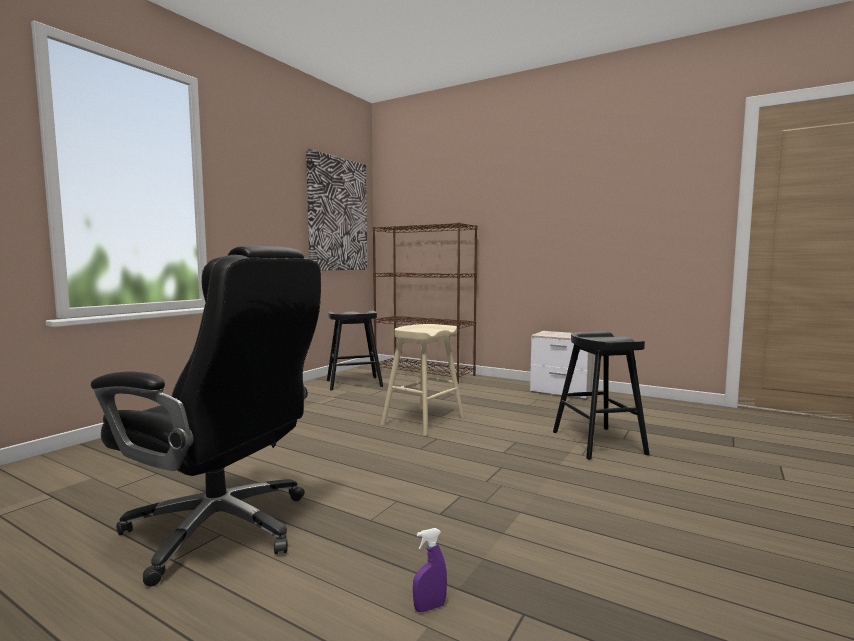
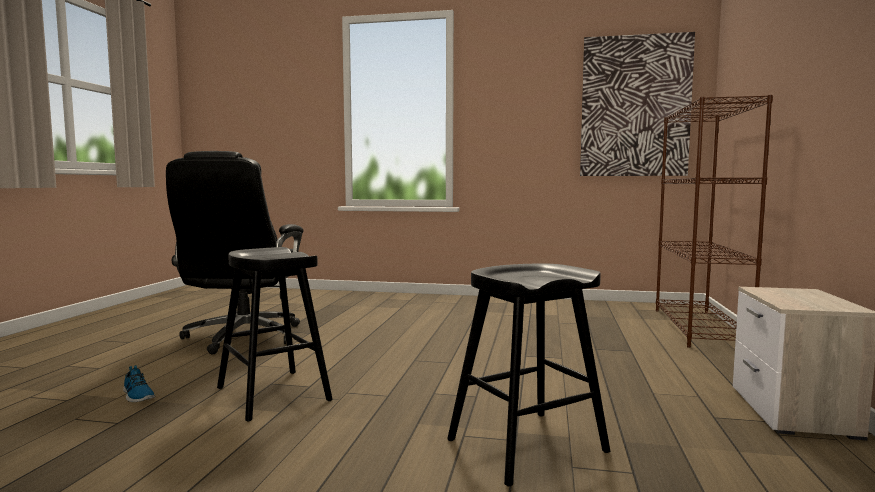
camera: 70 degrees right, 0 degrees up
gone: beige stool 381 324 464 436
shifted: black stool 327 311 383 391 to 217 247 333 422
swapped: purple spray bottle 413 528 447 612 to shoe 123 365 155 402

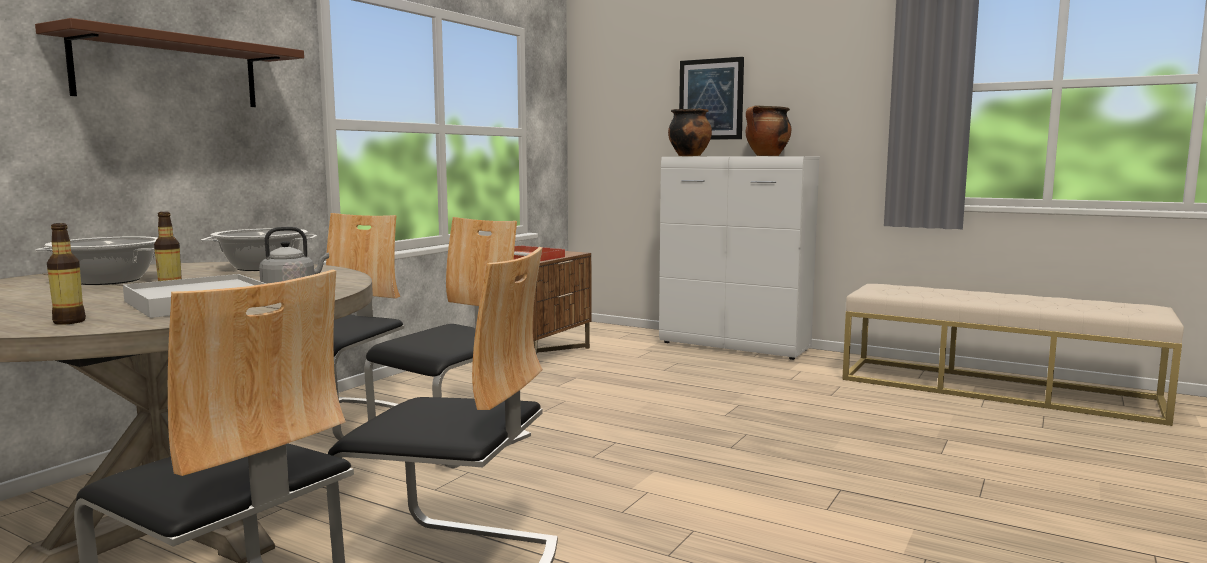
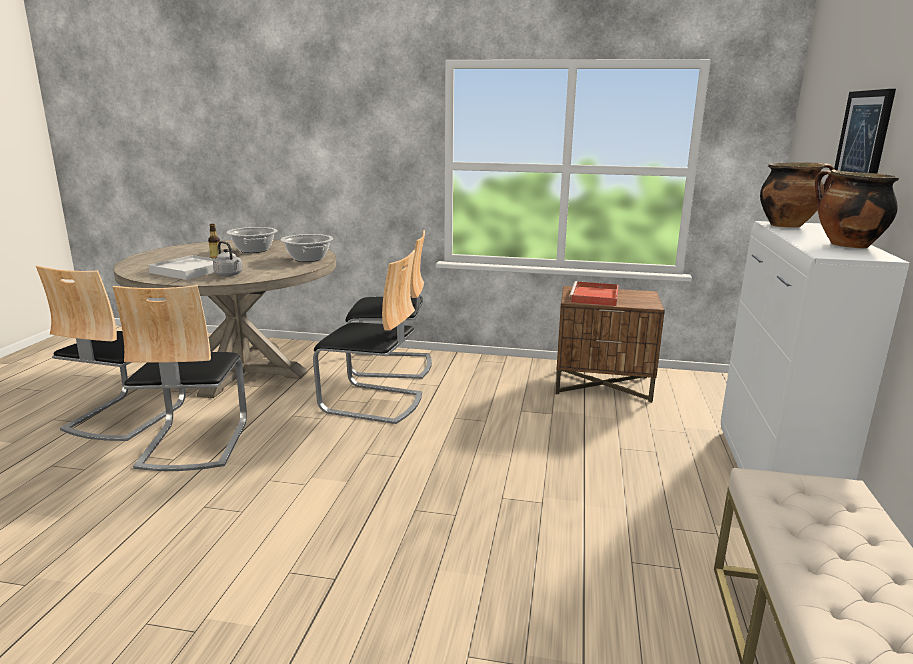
camera: 70 degrees right, 10 degrees up
gone: brown shelf 35 18 304 107; bottle 47 223 86 325

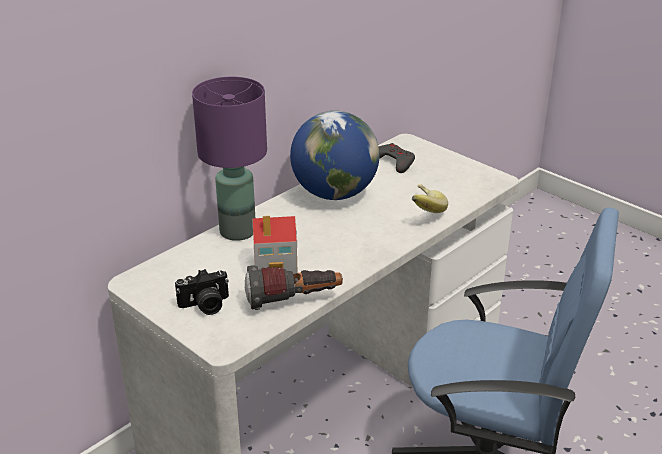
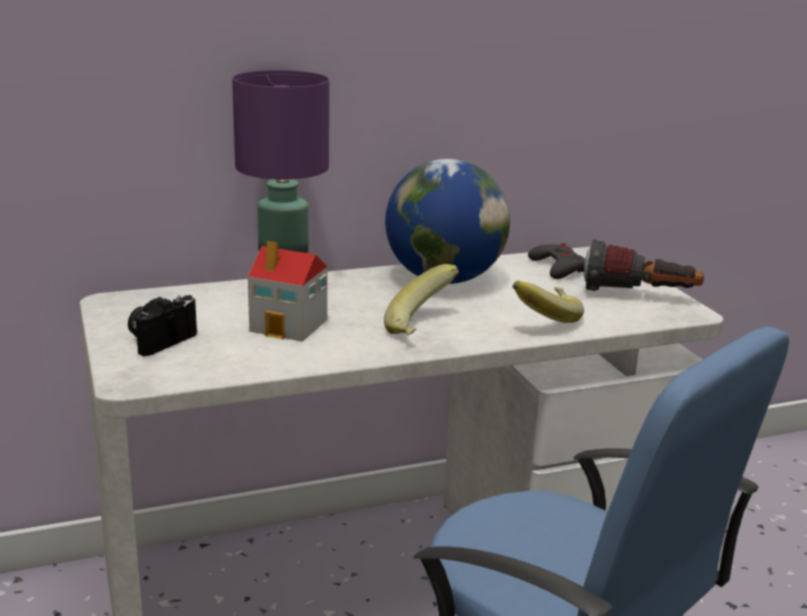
camera: 25 degrees right, 10 degrees down
new: banana 384 264 459 335
shifted: flashlight 245 265 343 310 to 584 239 704 291
rotated: photo camera 175 269 229 315 = 128 295 197 356 120 degrees clockwise

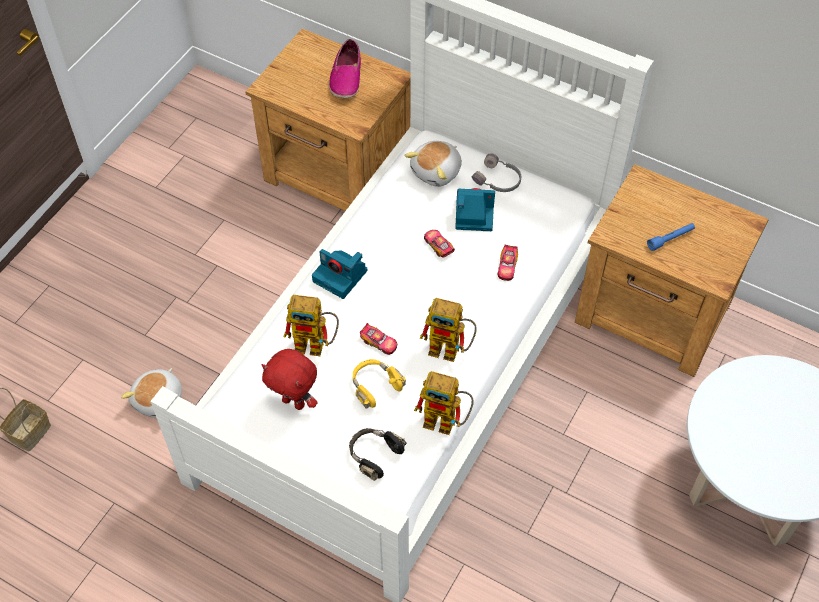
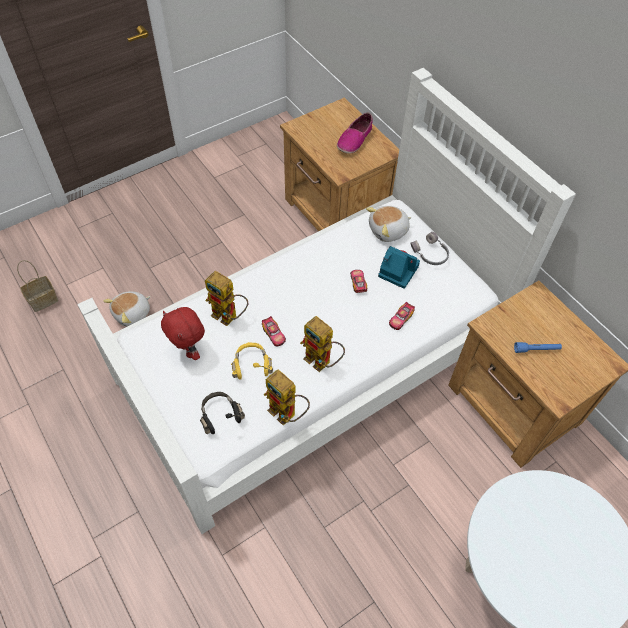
camera: 25 degrees right, 0 degrees up
gone: photo camera 312 249 367 299

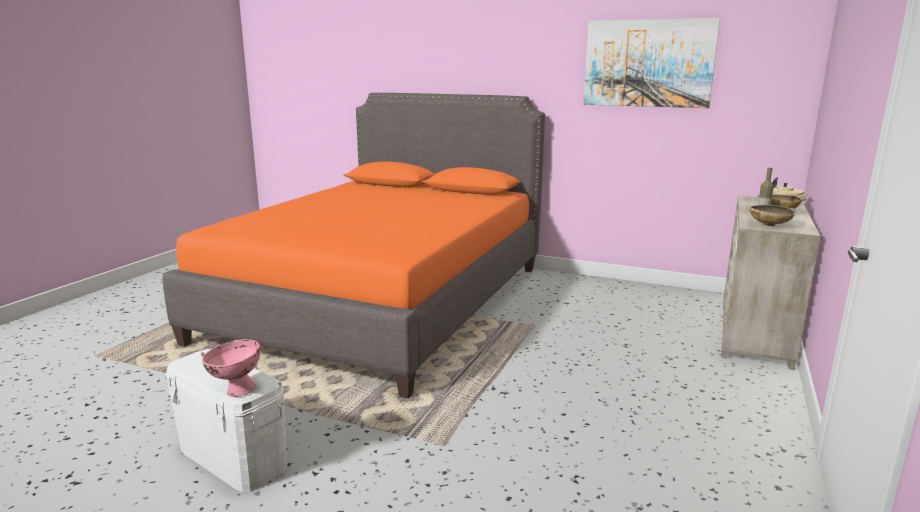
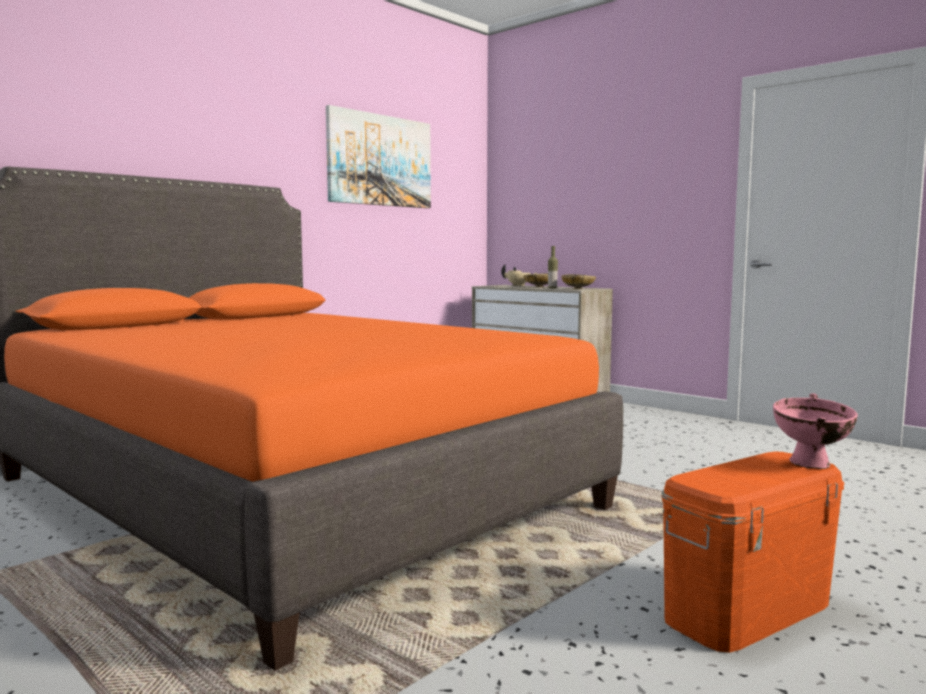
camera: 70 degrees left, 10 degrees down
repainted: white storage box 165 349 287 492 to orange storage box 662 451 844 653

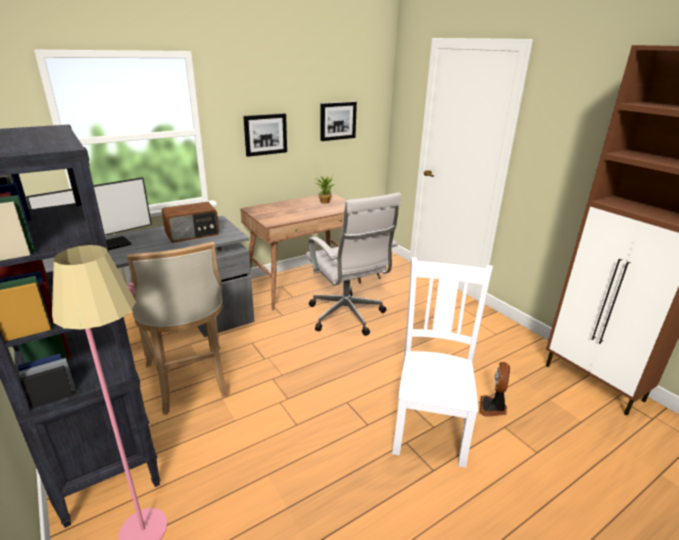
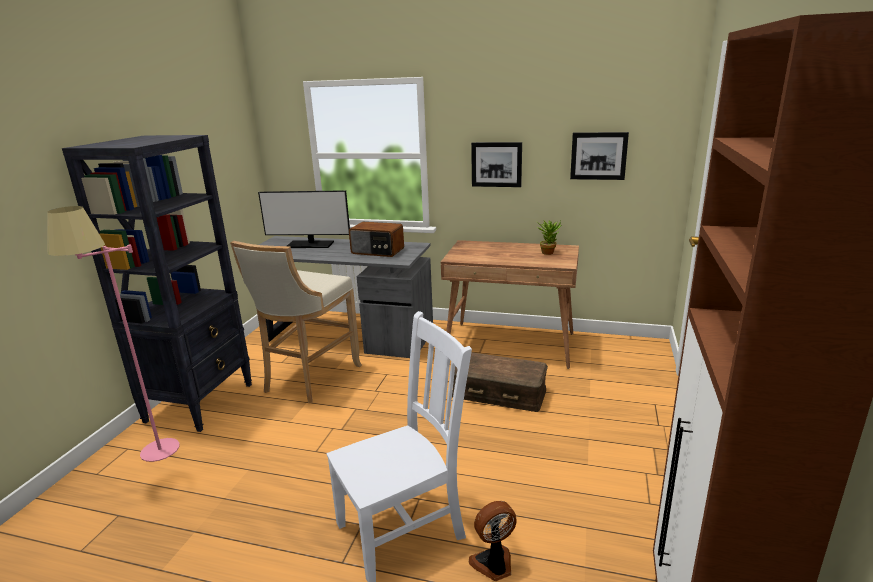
camera: 50 degrees right, 5 degrees down
swapped: white office chair 306 192 401 336 to brown storage box 452 352 548 412

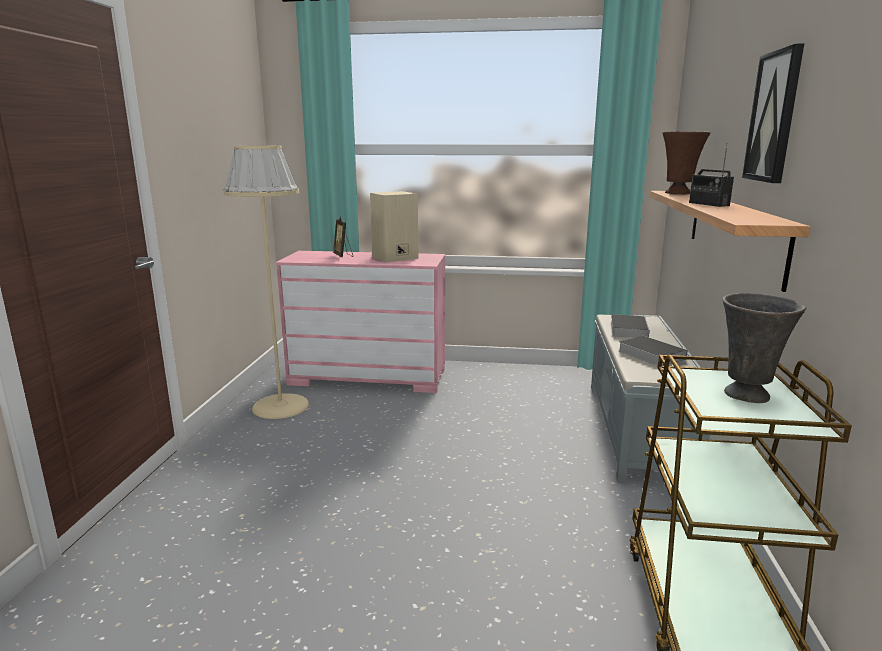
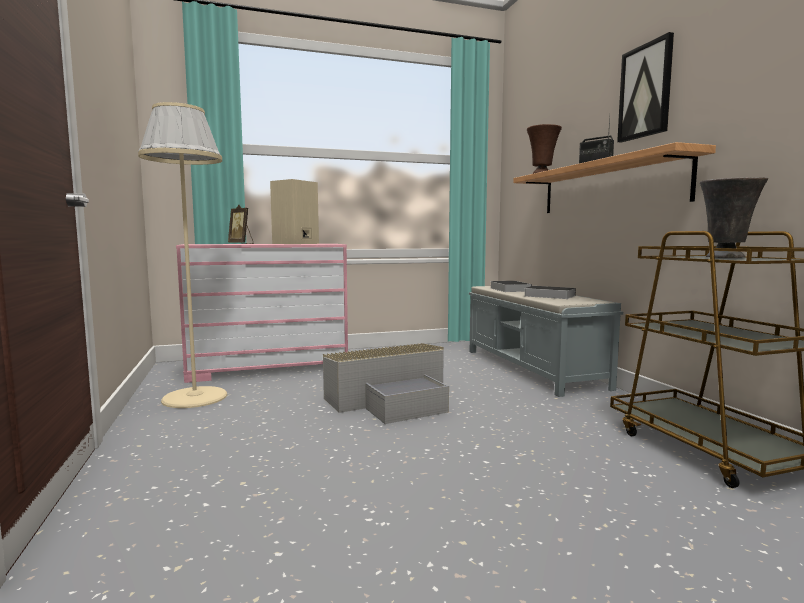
camera: 25 degrees left, 10 degrees down
new: grey storage box 323 343 449 424

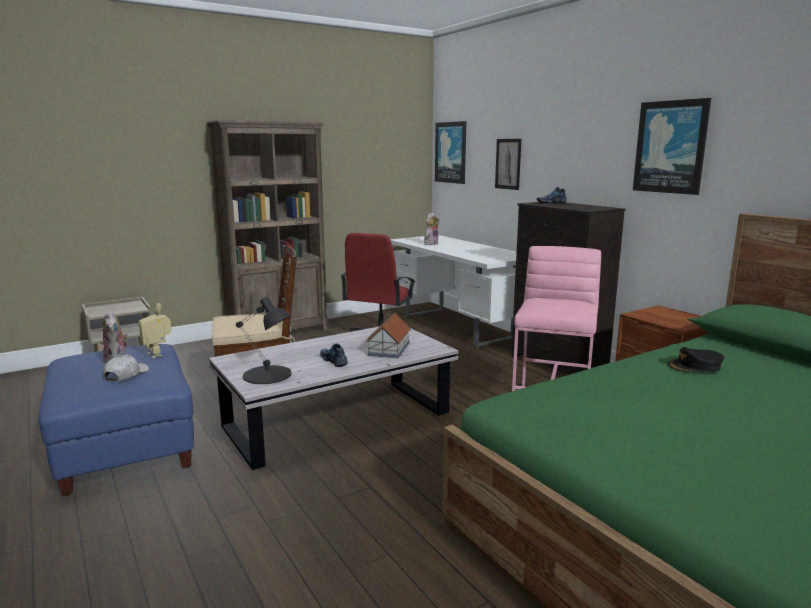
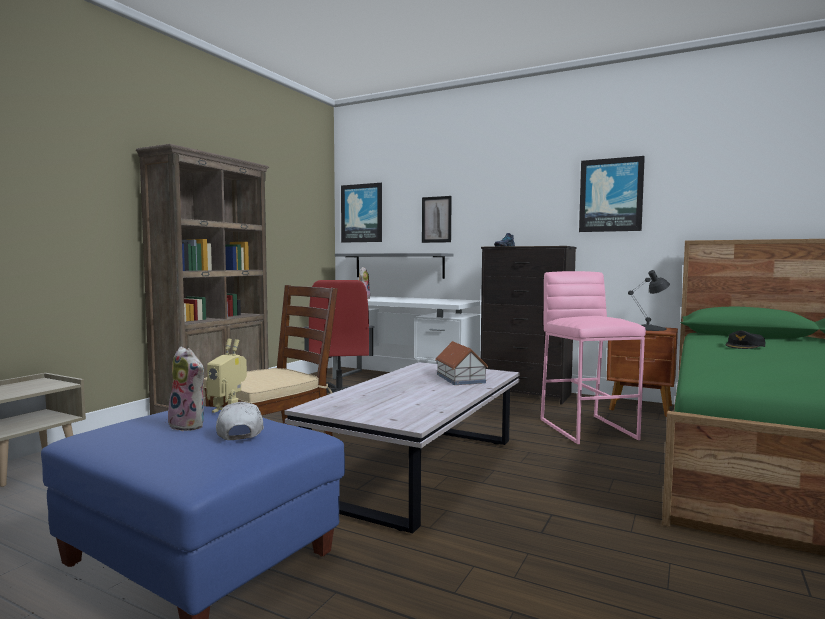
camera: 30 degrees left, 10 degrees down
gone: shoe 320 343 348 367
new: grey shelf 335 253 453 279
shifted: black table lamp 236 297 292 384 to 628 270 670 331

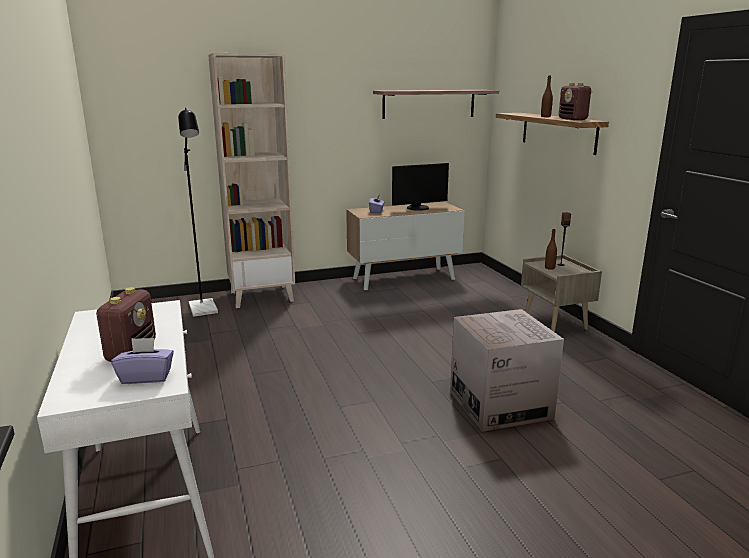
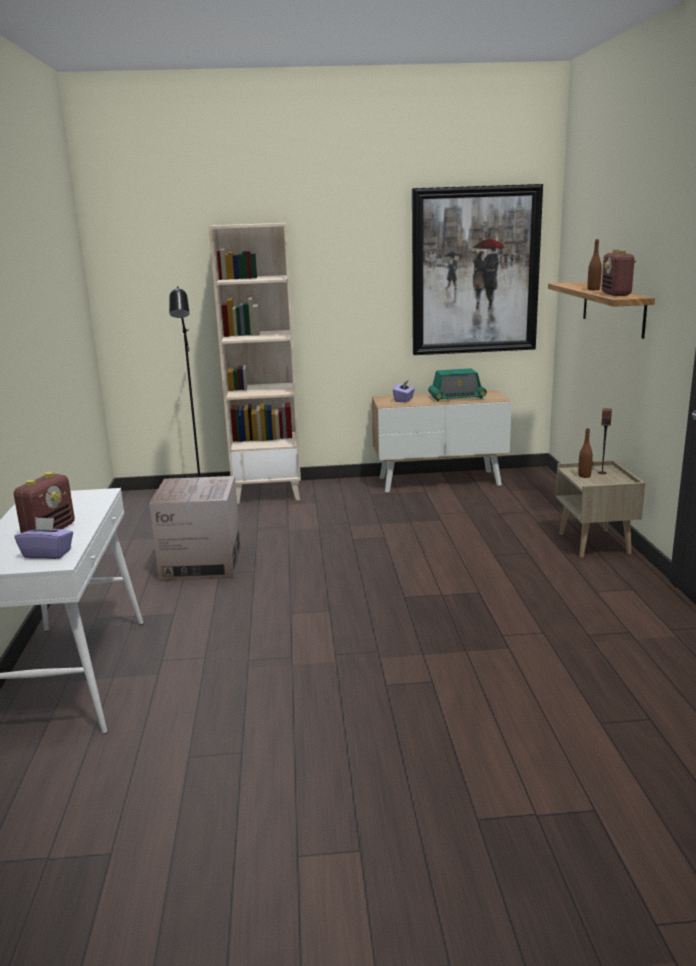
camera: 15 degrees right, 0 degrees up
shifted: cardboard box 450 309 564 432 to 149 476 241 581
swapped: shelf 373 90 499 119 to picture 412 184 543 355; monitor 392 163 449 211 to radio 428 368 487 401

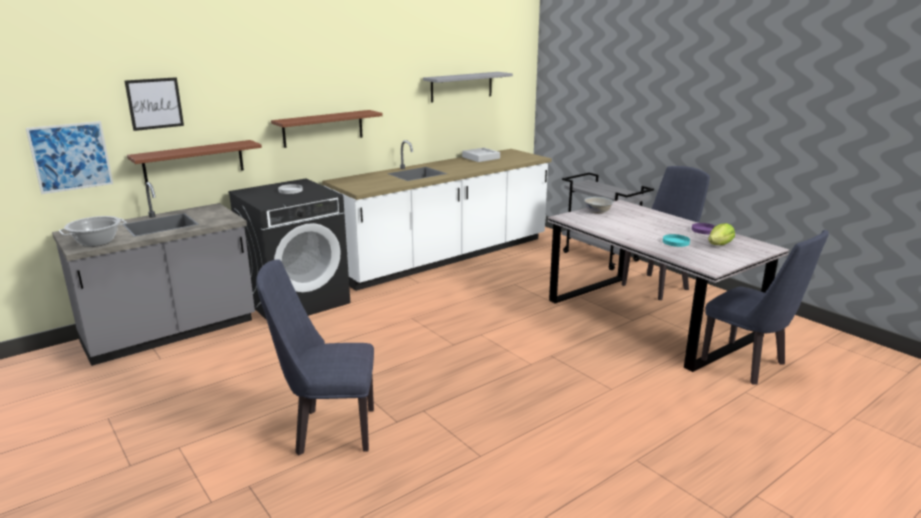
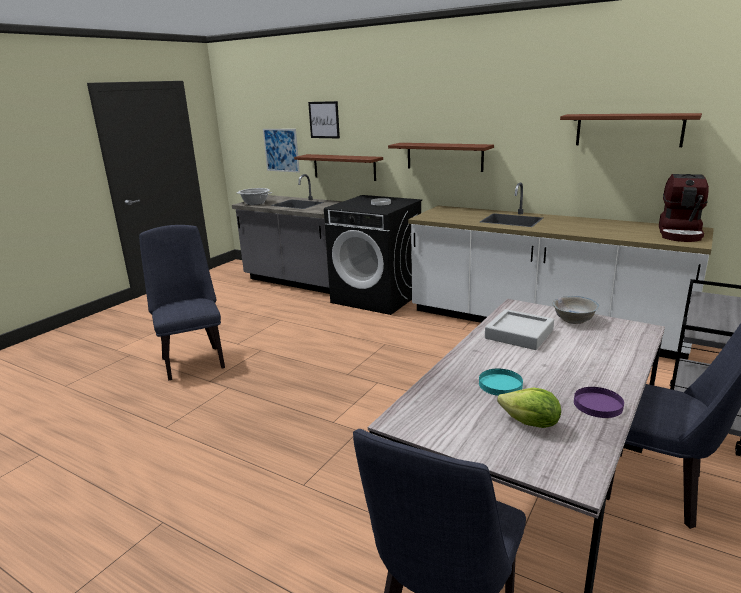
camera: 70 degrees right, 0 degrees up
new: coffee machine 659 174 709 242
shifted: grey tray 462 148 500 162 to 485 309 554 350
repainted: grey shelf 423 72 513 103 to brown shelf 560 113 702 147

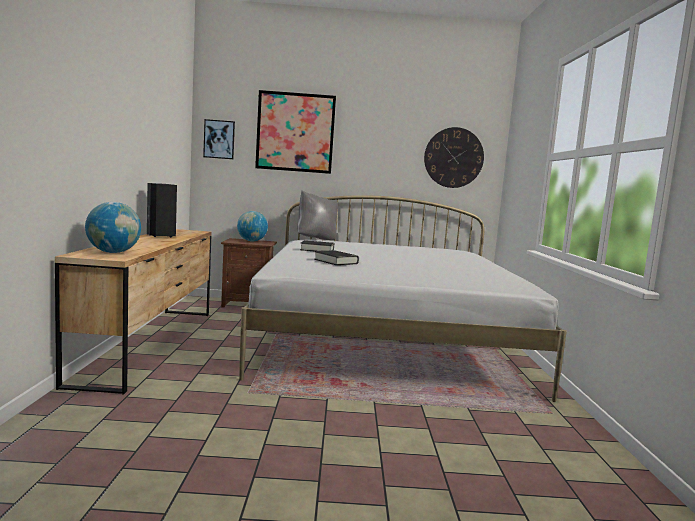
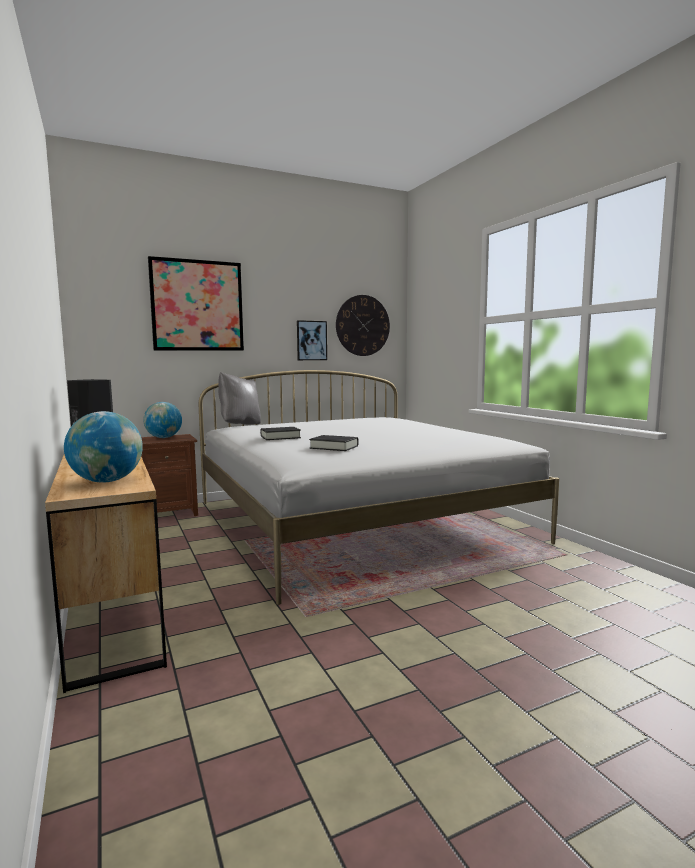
camera: 25 degrees left, 0 degrees up
shifted: picture 203 119 235 159 to 297 320 327 360

